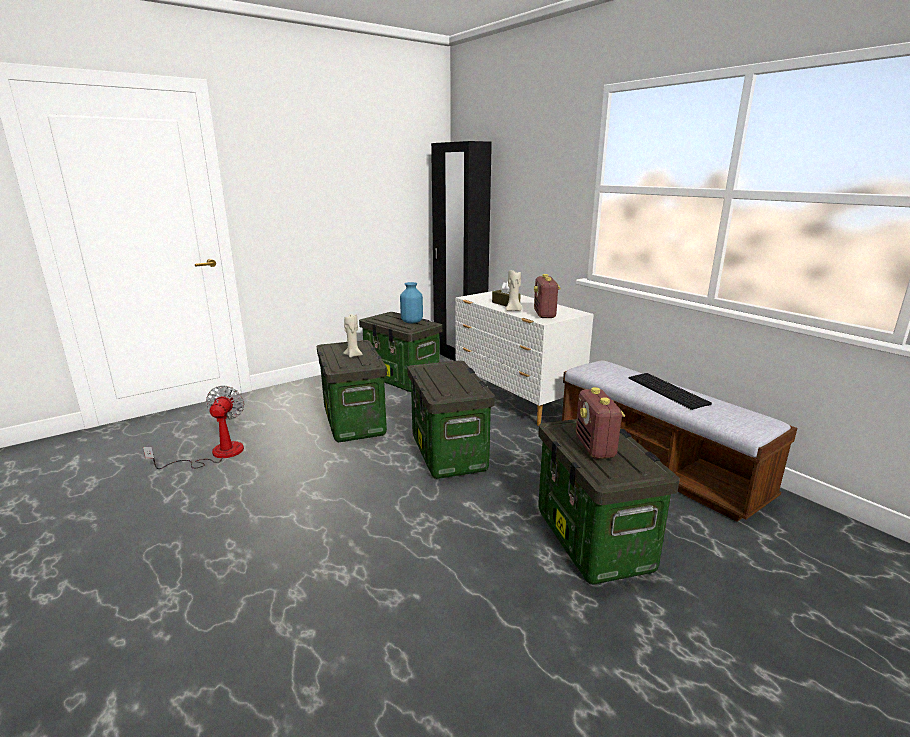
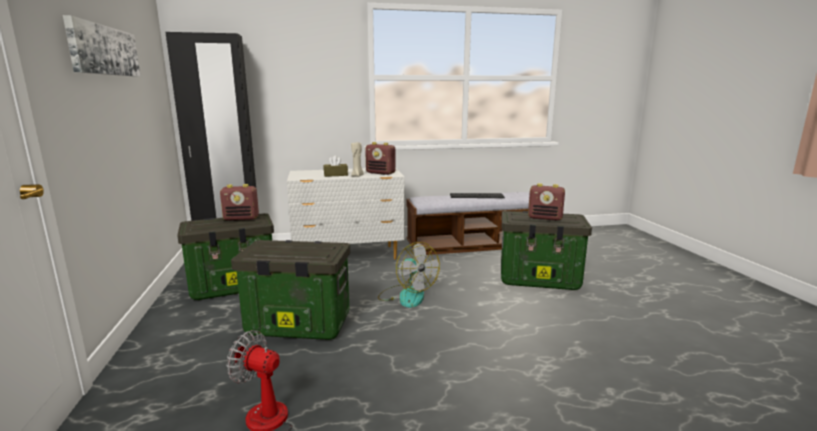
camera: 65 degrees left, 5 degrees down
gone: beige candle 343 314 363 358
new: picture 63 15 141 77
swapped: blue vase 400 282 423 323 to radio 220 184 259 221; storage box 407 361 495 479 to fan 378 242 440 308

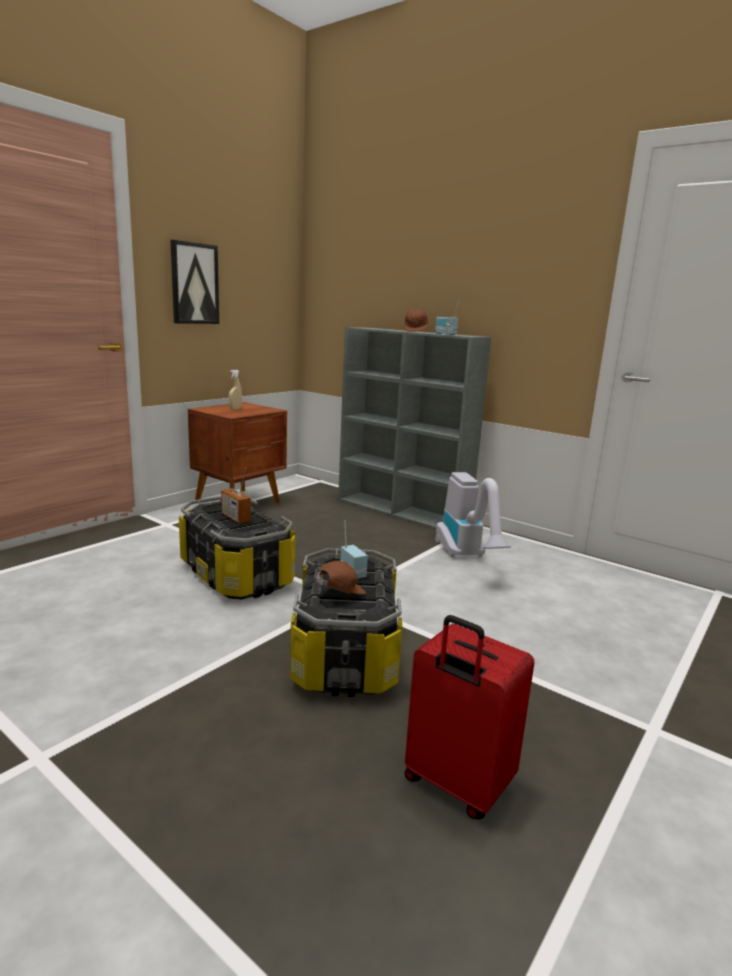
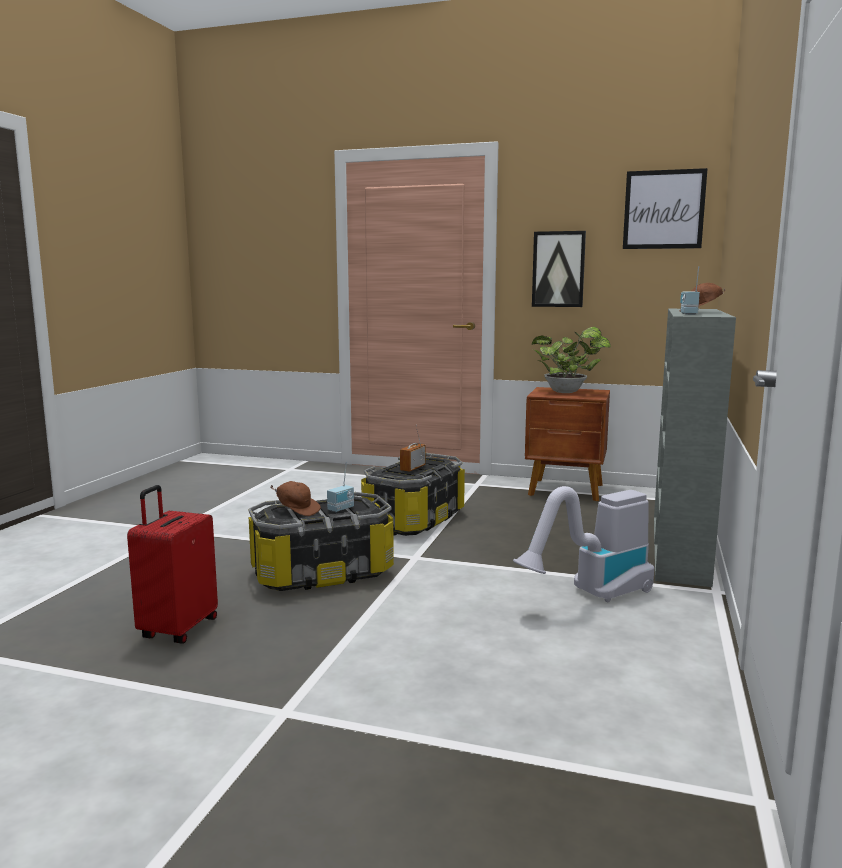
camera: 70 degrees right, 5 degrees down
new: picture 623 168 708 249
swapped: beige spray bottle 229 370 242 410 to potted plant 532 327 611 393

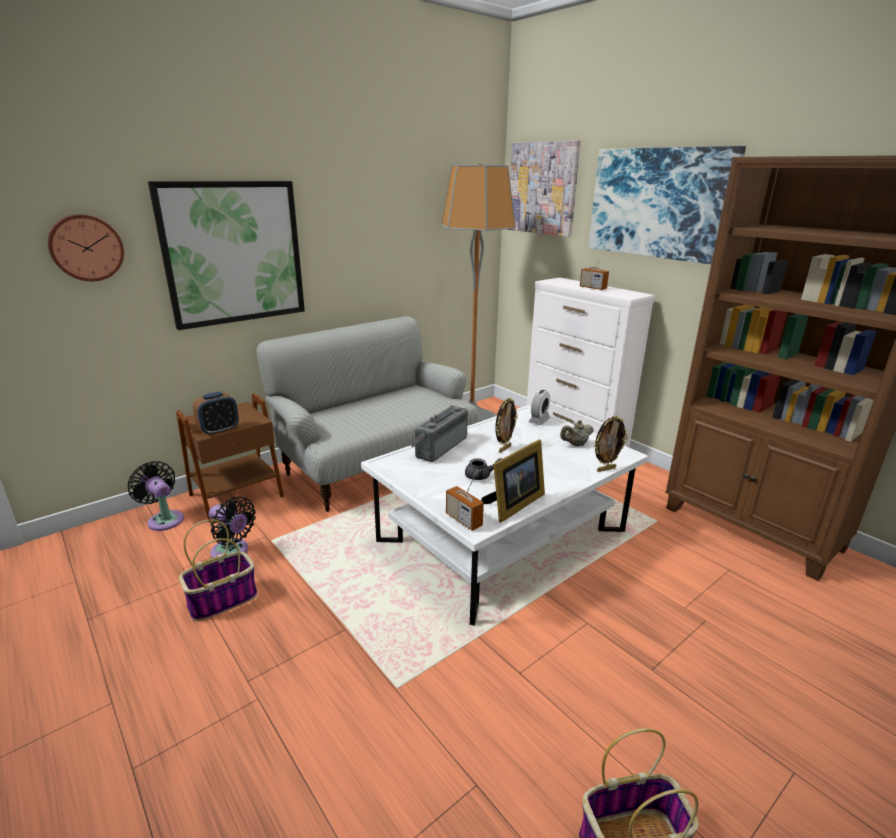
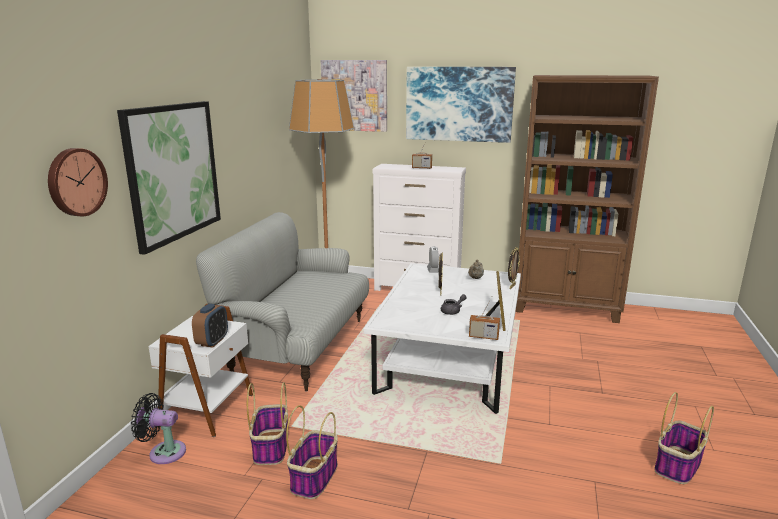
camera: 35 degrees left, 5 degrees down
gone: radio 409 406 468 462
swapped: black fan 209 497 256 558 to basket 247 382 288 465
repainted: brown side table 176 393 284 523 to white side table 148 304 253 437

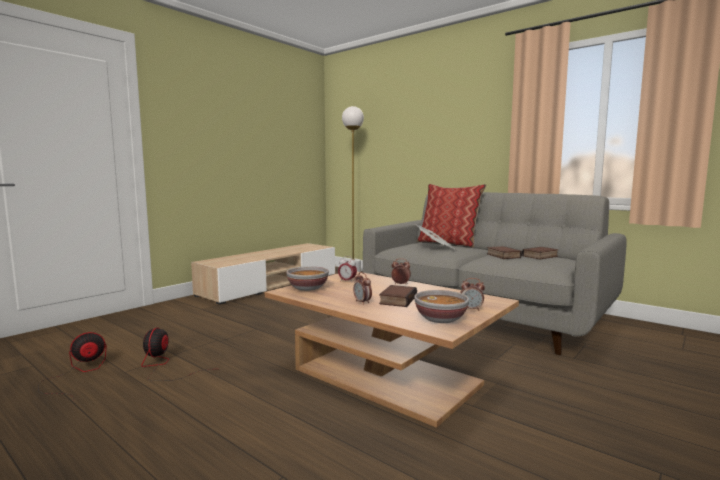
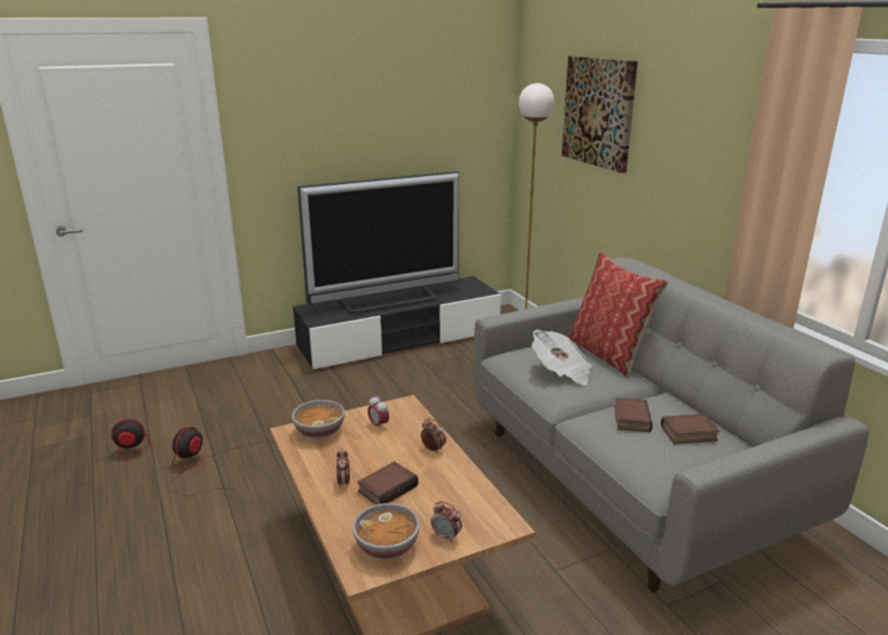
camera: 25 degrees right, 15 degrees up
new: picture 562 56 638 173; television 298 171 459 315
repainted: beige tv stand 191 243 335 305 to black tv stand 293 276 501 371

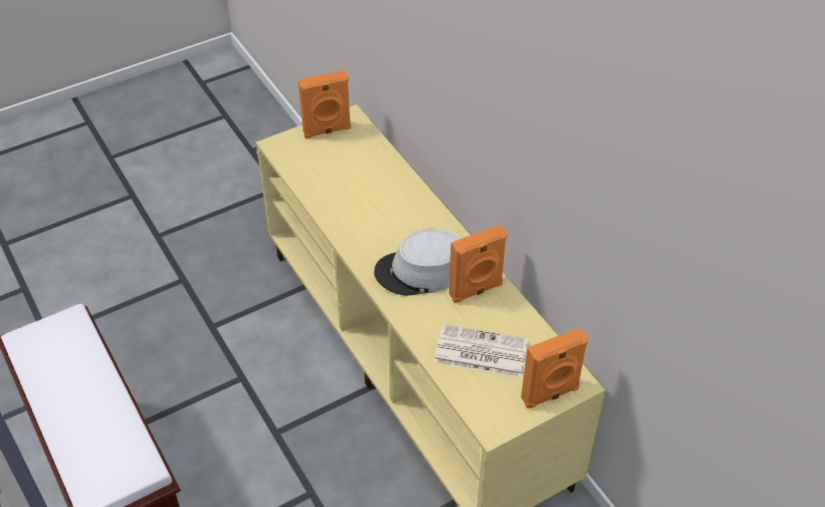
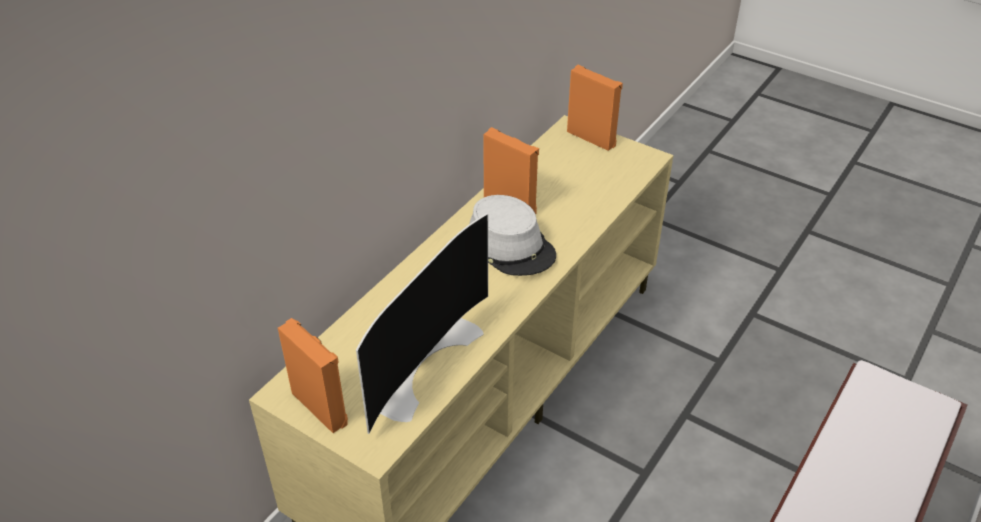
camera: 115 degrees left, 5 degrees down
gone: newspaper 434 324 528 378
new: television 356 213 488 434

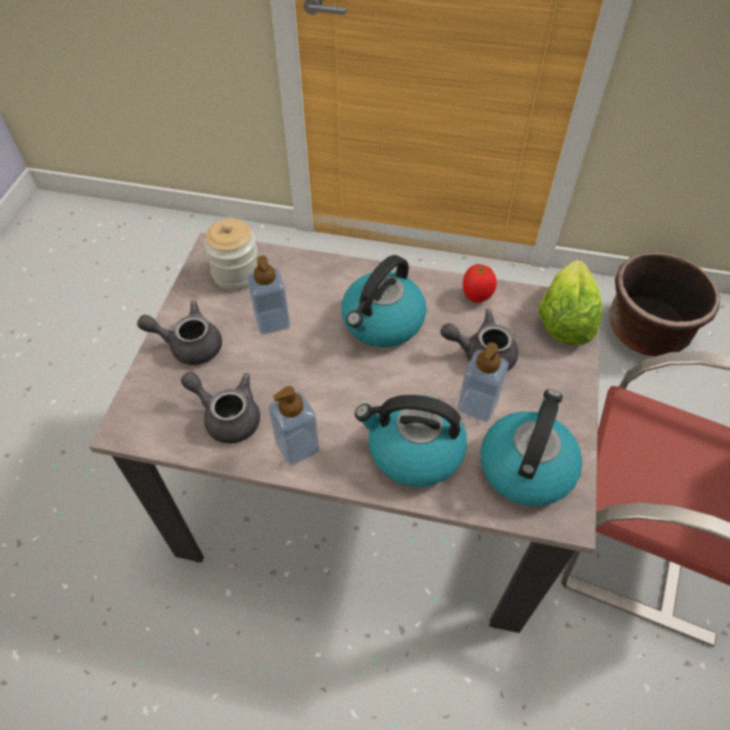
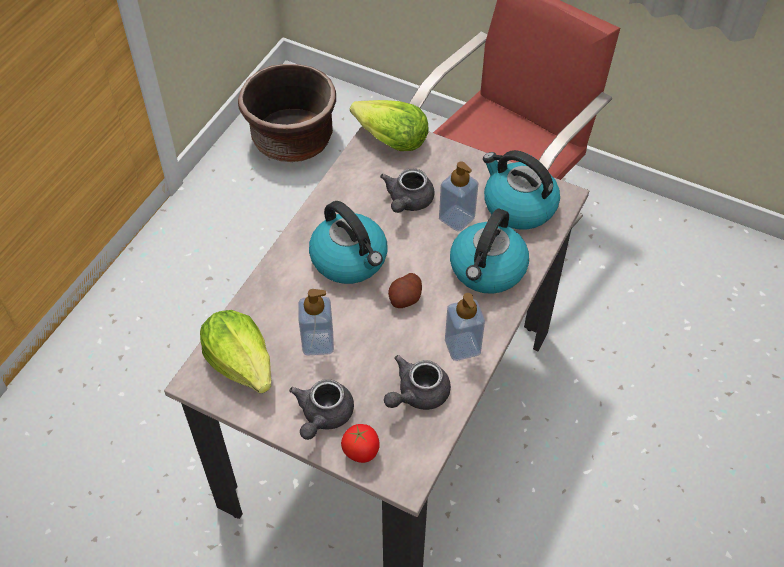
camera: 75 degrees left, 0 degrees up
new: potato 388 273 422 308
shifted: tomato 463 264 497 303 to 341 424 380 463
swapped: jar 204 219 258 291 to lettuce 200 310 271 393

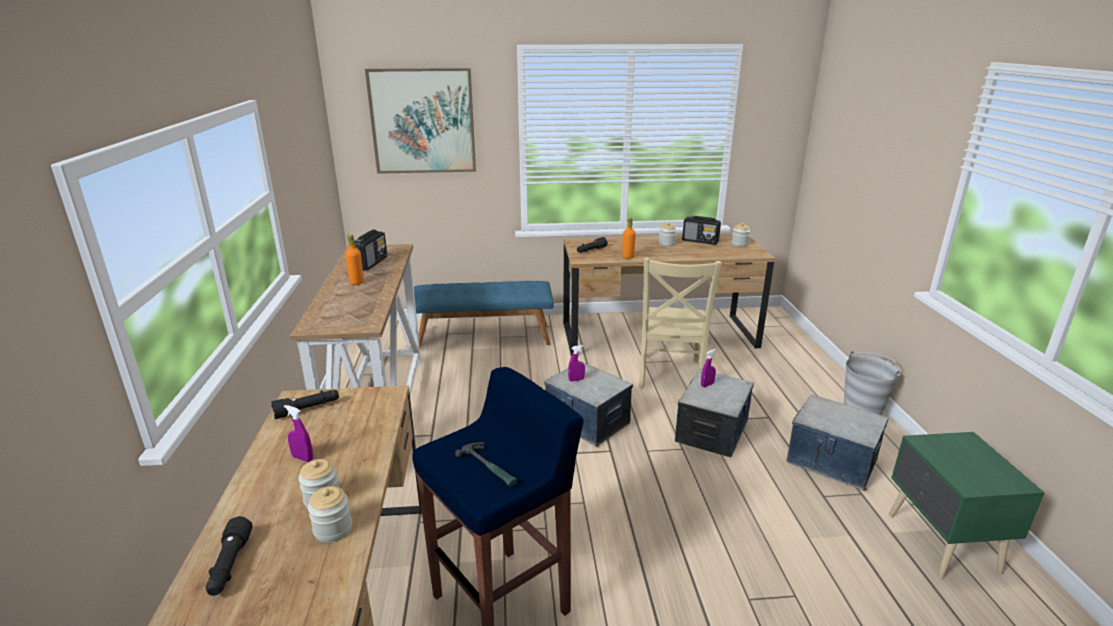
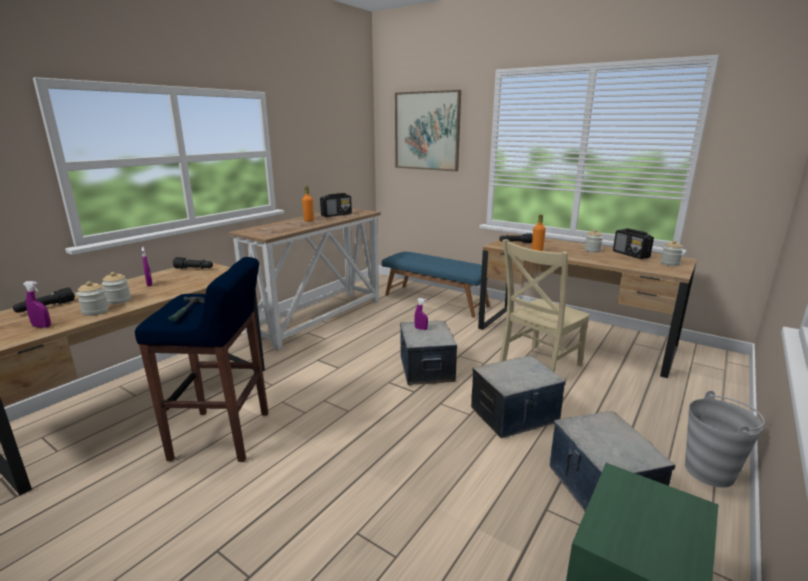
camera: 40 degrees right, 5 degrees down
shifted: purple spray bottle 701 349 717 387 to 23 281 51 328

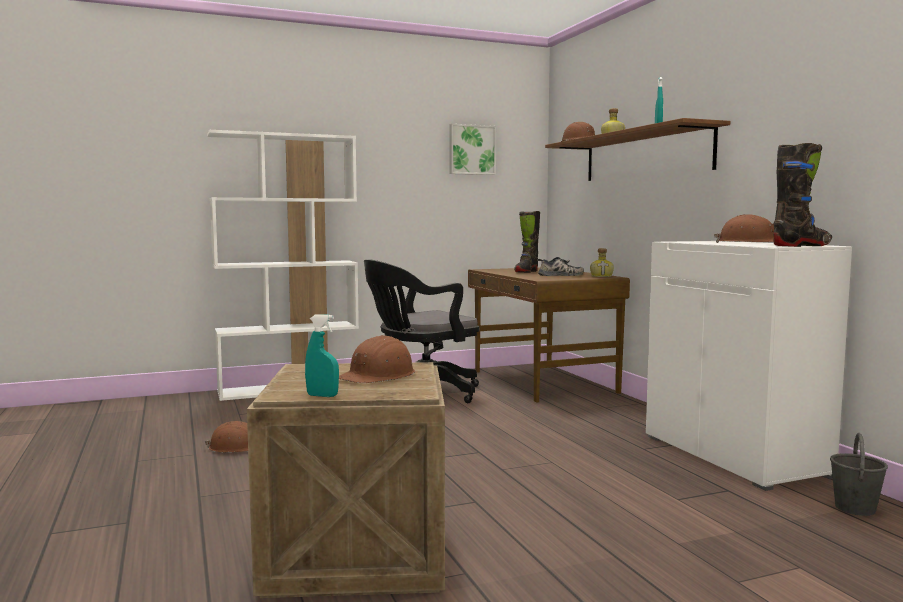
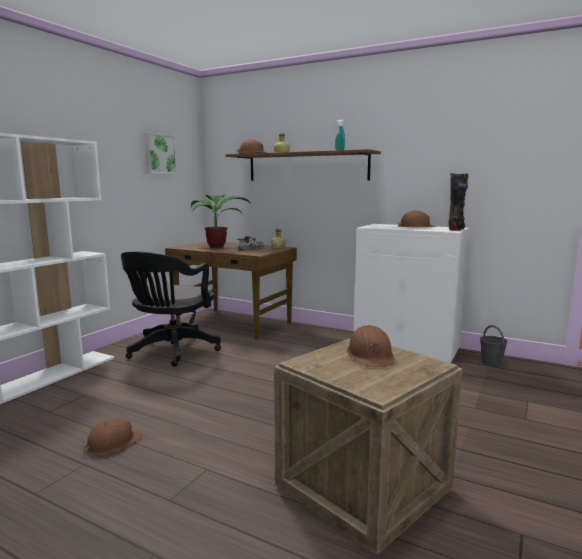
camera: 40 degrees left, 5 degrees up
gone: turquoise spray bottle 305 314 339 397
swapped: black boot 514 211 540 273 to potted plant 191 195 251 248

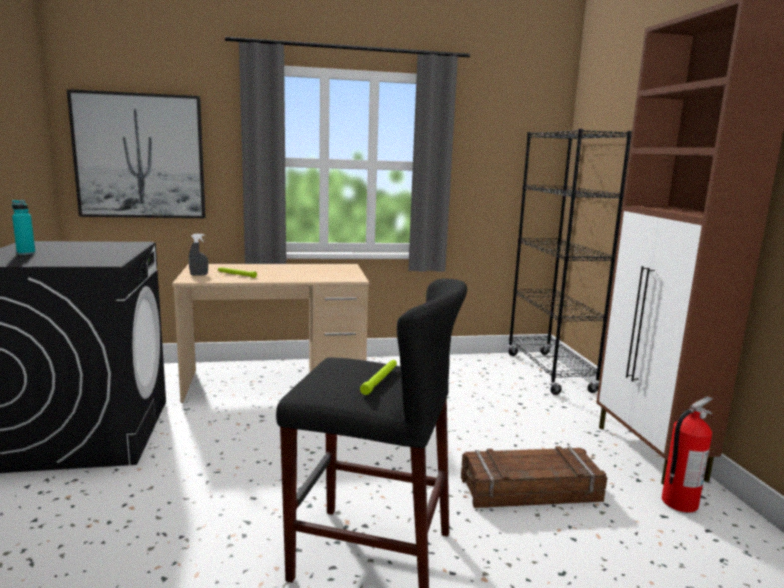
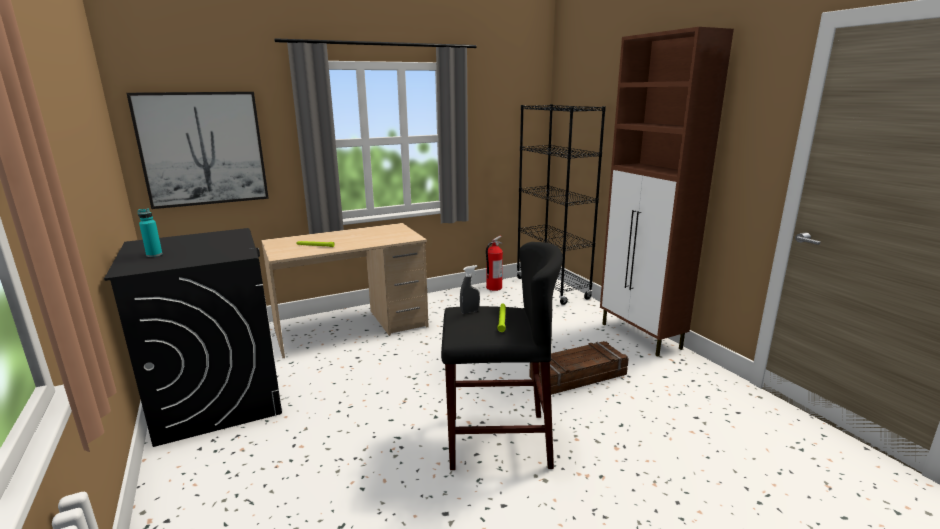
camera: 15 degrees left, 5 degrees up
shifted: grey spray bottle 189 234 208 275 to 460 265 480 314; fire extinguisher 662 396 713 513 to 486 236 503 291

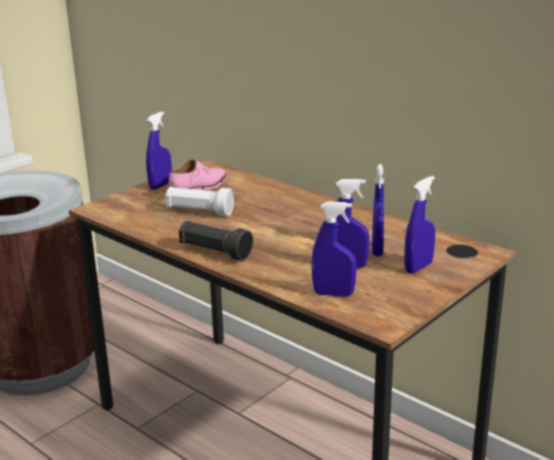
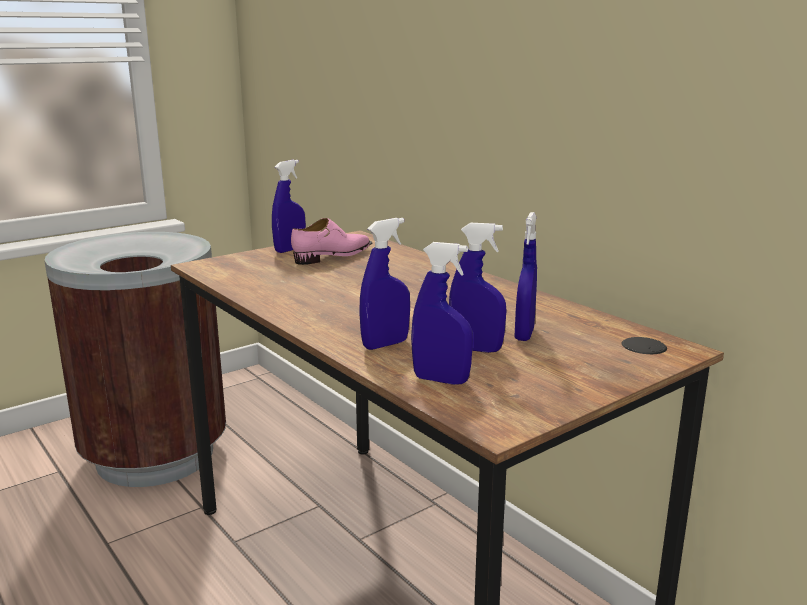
camera: 10 degrees right, 5 degrees down
gone: white flashlight 165 187 234 216; black flashlight 179 221 253 261
shifted: blue spray bottle 404 176 435 273 to 359 218 410 350

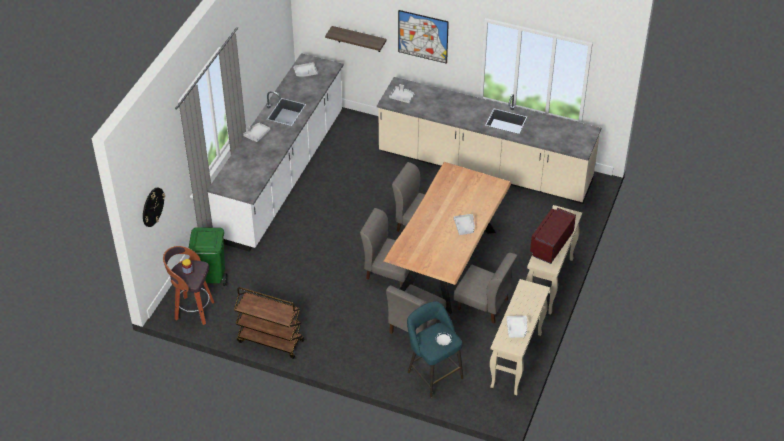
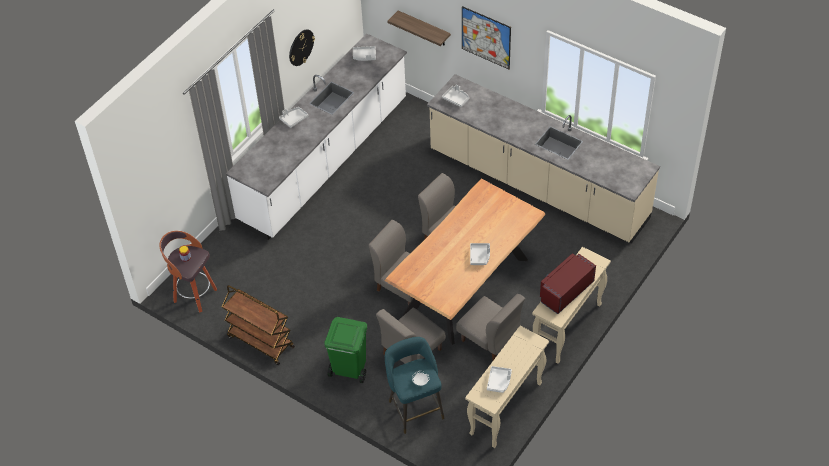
camera: 15 degrees right, 5 degrees up
shifted: wall clock 143 187 165 227 to 289 29 315 66; green trash can 189 227 227 286 to 324 317 367 383

